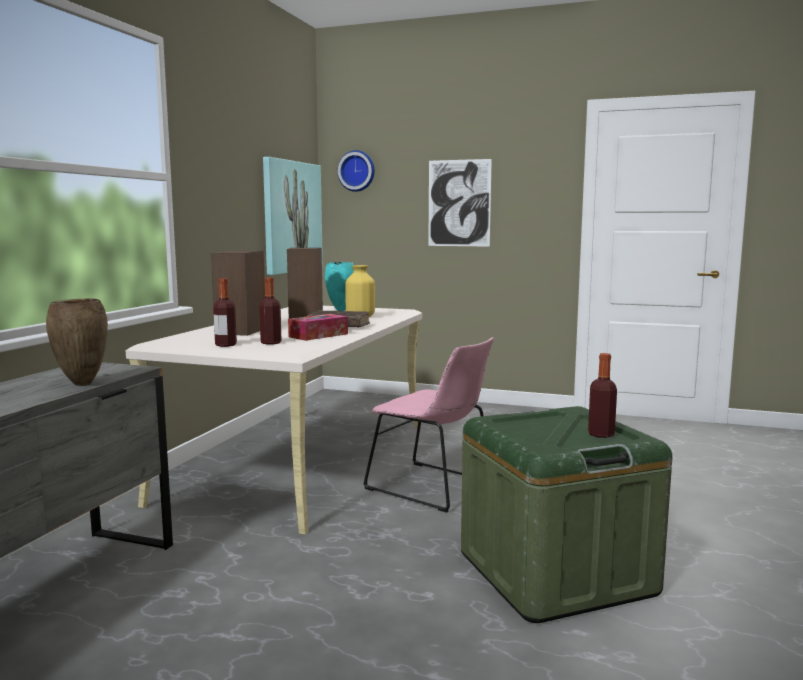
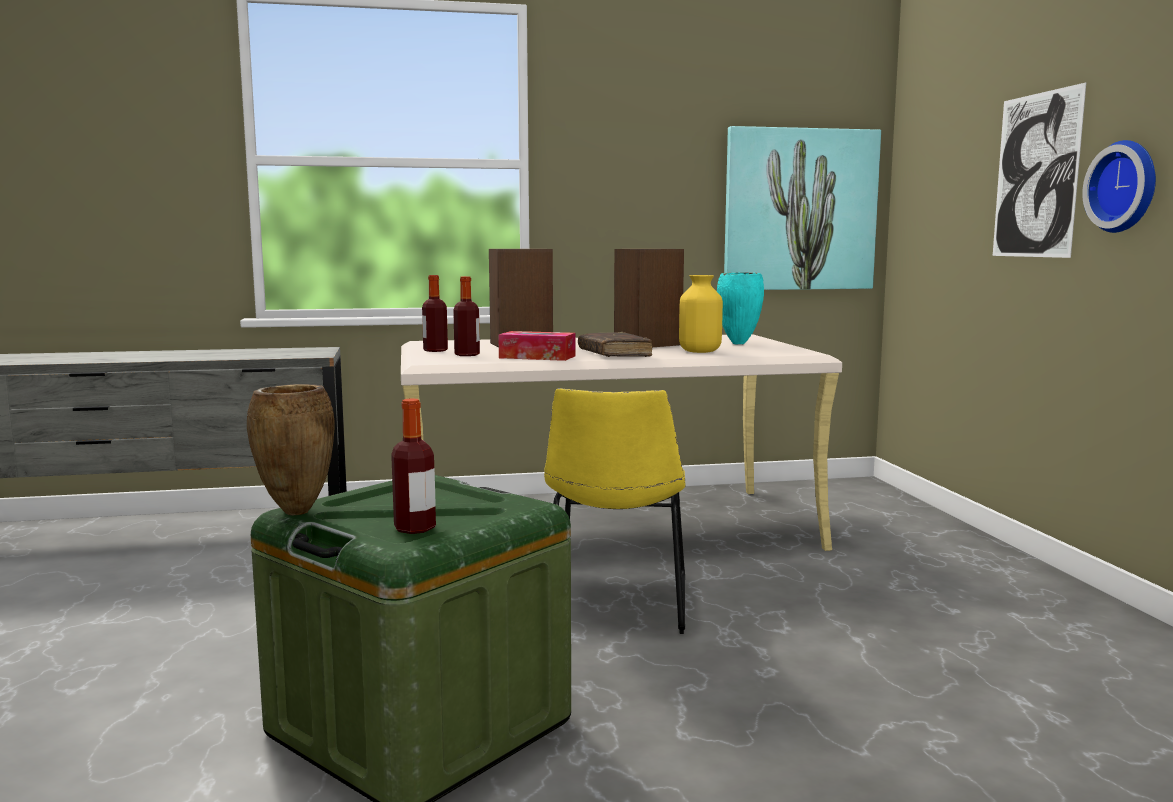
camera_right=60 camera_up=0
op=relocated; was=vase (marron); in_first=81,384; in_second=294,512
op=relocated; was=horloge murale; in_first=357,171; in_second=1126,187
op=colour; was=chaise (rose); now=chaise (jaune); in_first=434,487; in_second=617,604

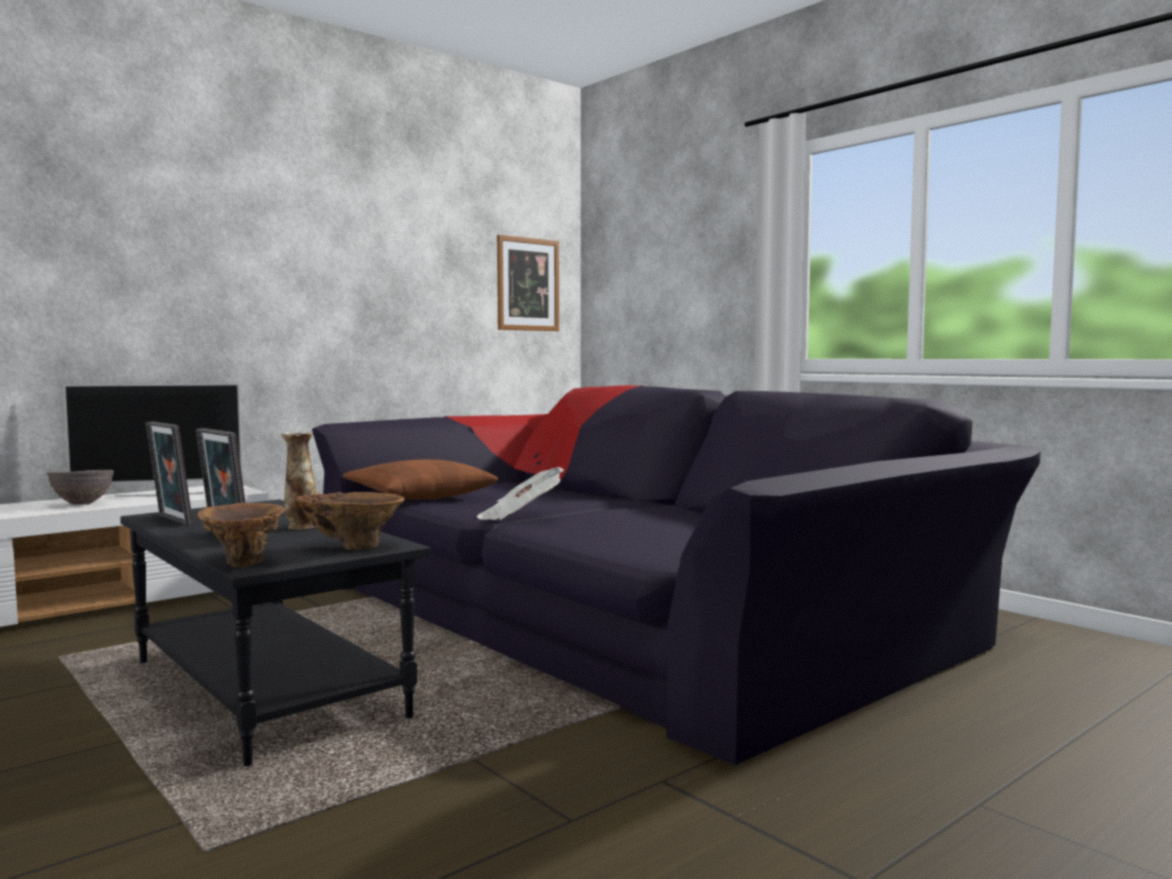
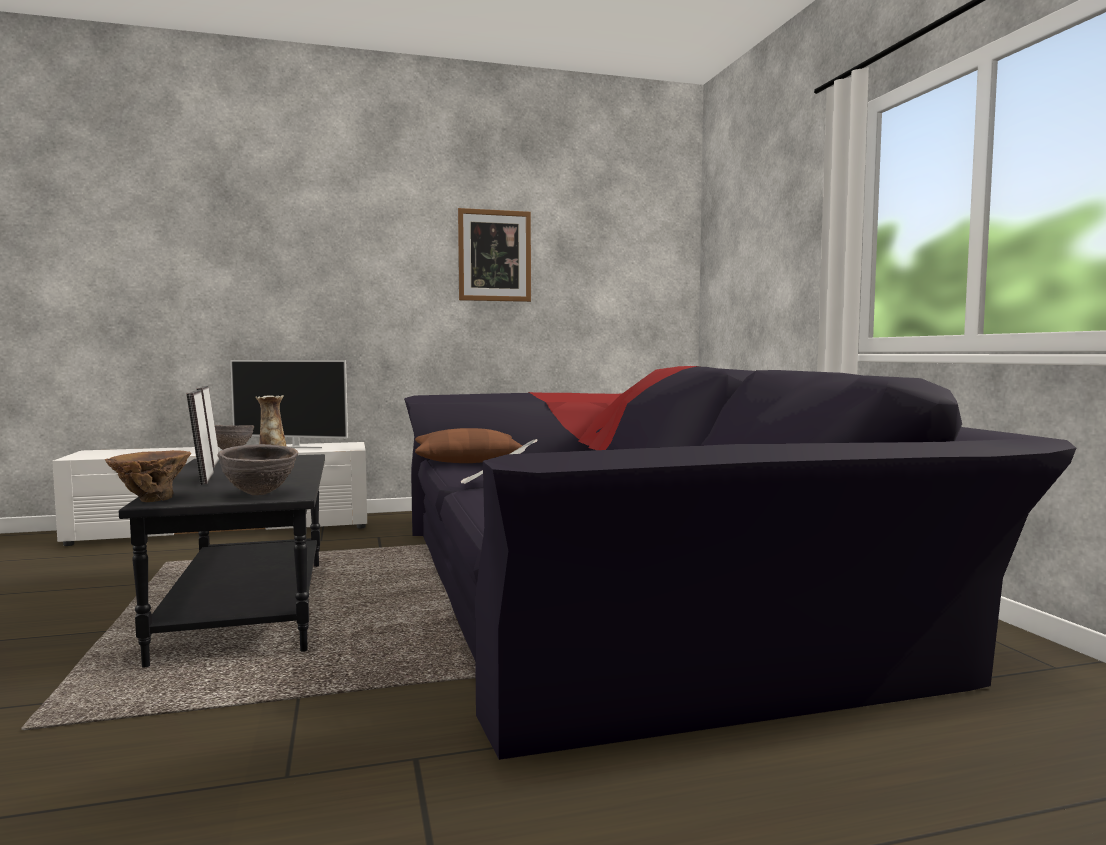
camera_right=25 camera_up=0
op=exchanged; was=vase (marron); now=bol (marron); in_first=351,546; in_second=259,494
op=relocated; was=tableau; in_first=528,284; in_second=494,256

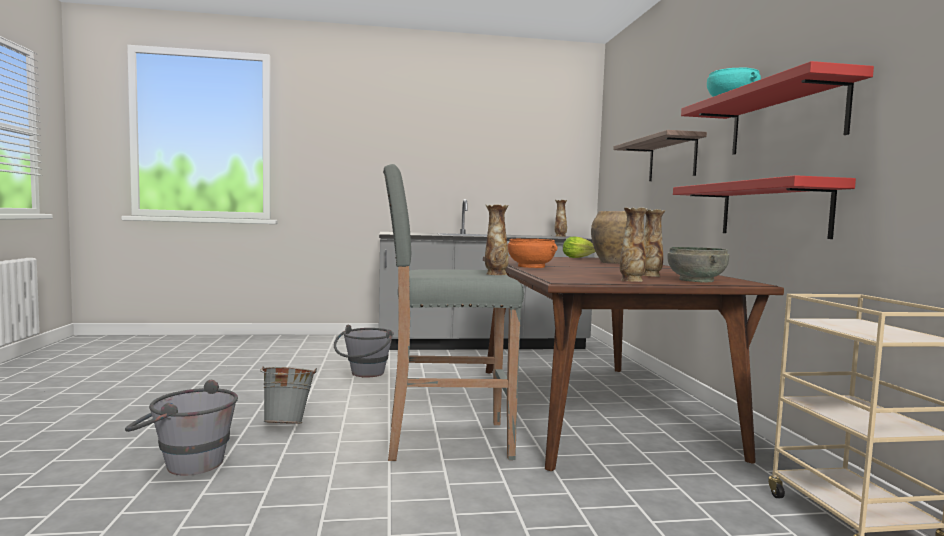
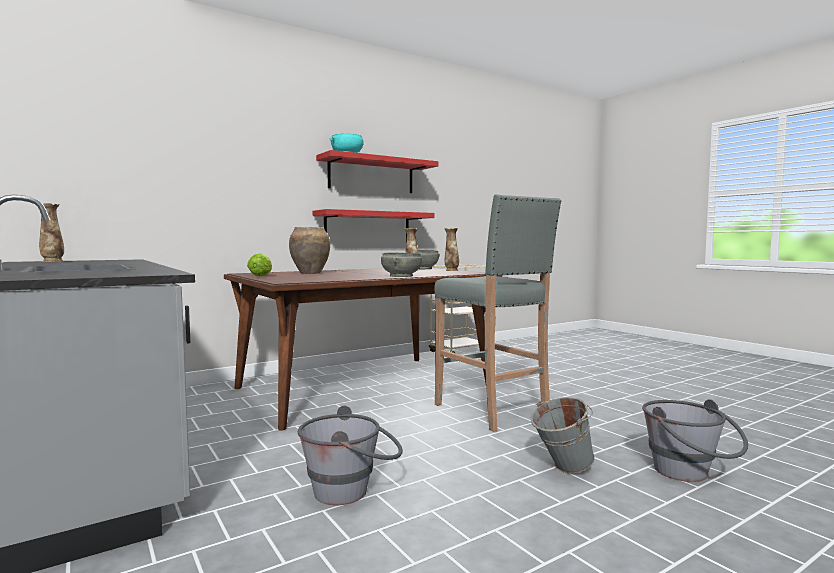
camera_right=-115 camera_up=0
op=missing; was=vase; in_first=495,274
op=colour; was=bol (orange); now=bol (gris); in_first=531,266; in_second=400,276
op=missing; was=étagère; in_first=672,159

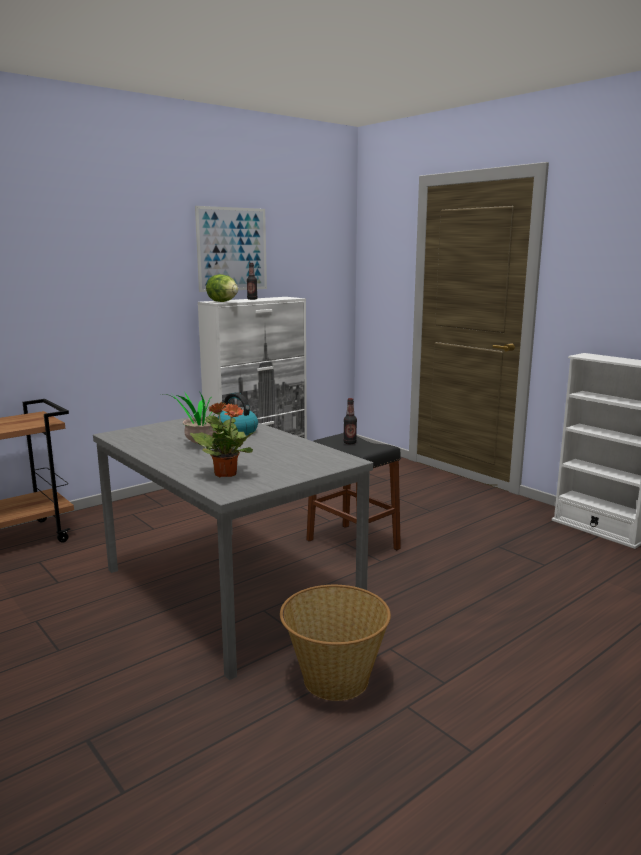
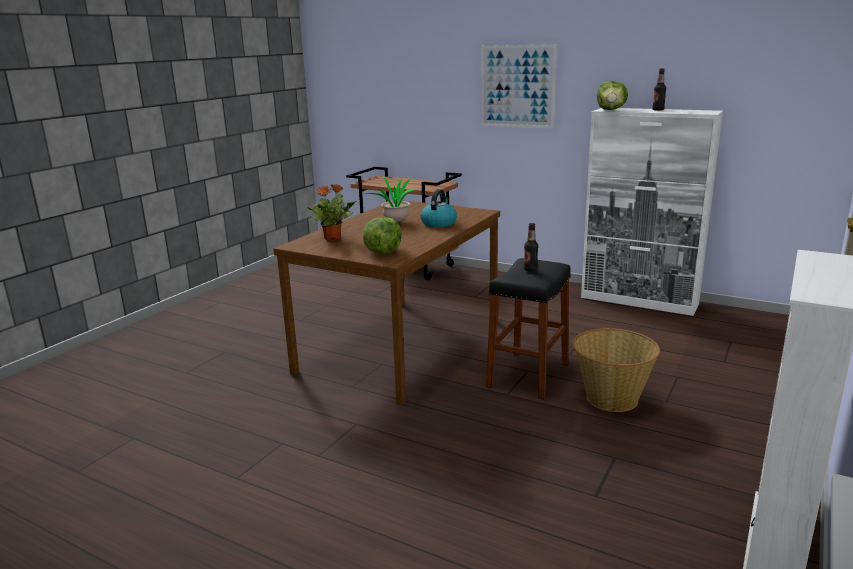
camera_right=70 camera_up=5
op=colour; was=table à manger (gris); now=table à manger (marron); in_first=231,591; in_second=401,346
op=relocated; was=tableau; in_first=232,249; in_second=517,86
op=relocated; was=panier; in_first=334,679; in_second=611,398
op=appeared; now=laitue; in_second=383,252

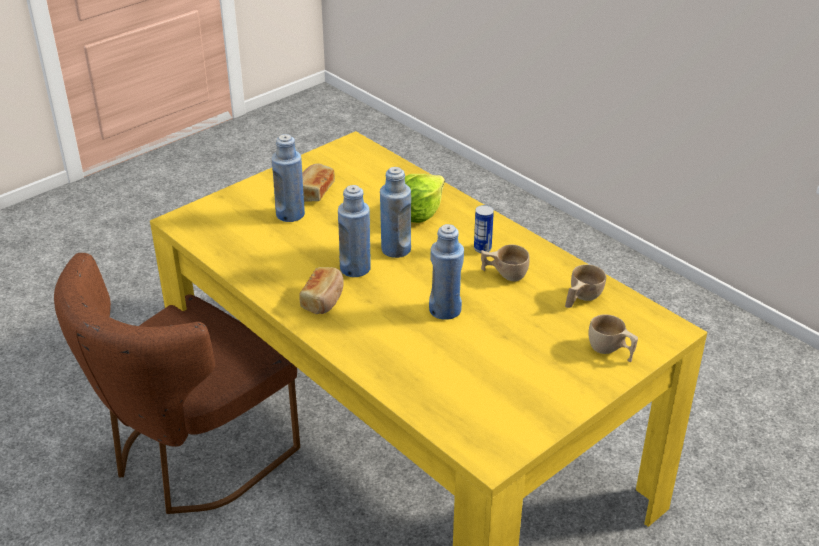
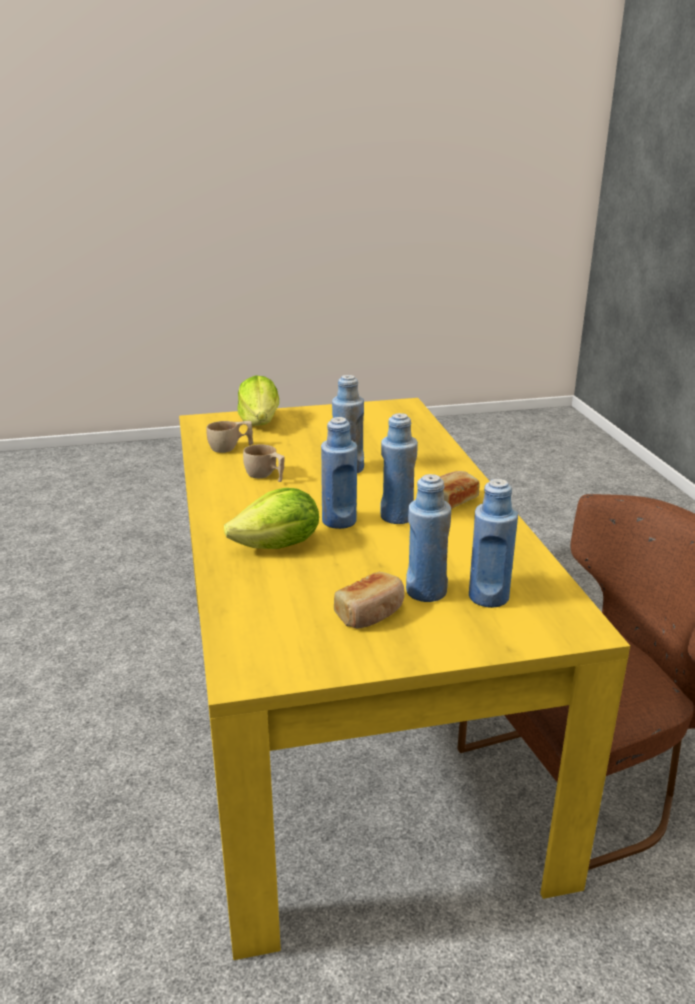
camera_right=-150 camera_up=-10
op=missing; was=boîte métallique; in_first=482,248
op=exchanged; was=tasse (beige); now=laitue; in_first=610,351; in_second=260,422
op=appeared; now=bouteille (bleu); in_second=488,597

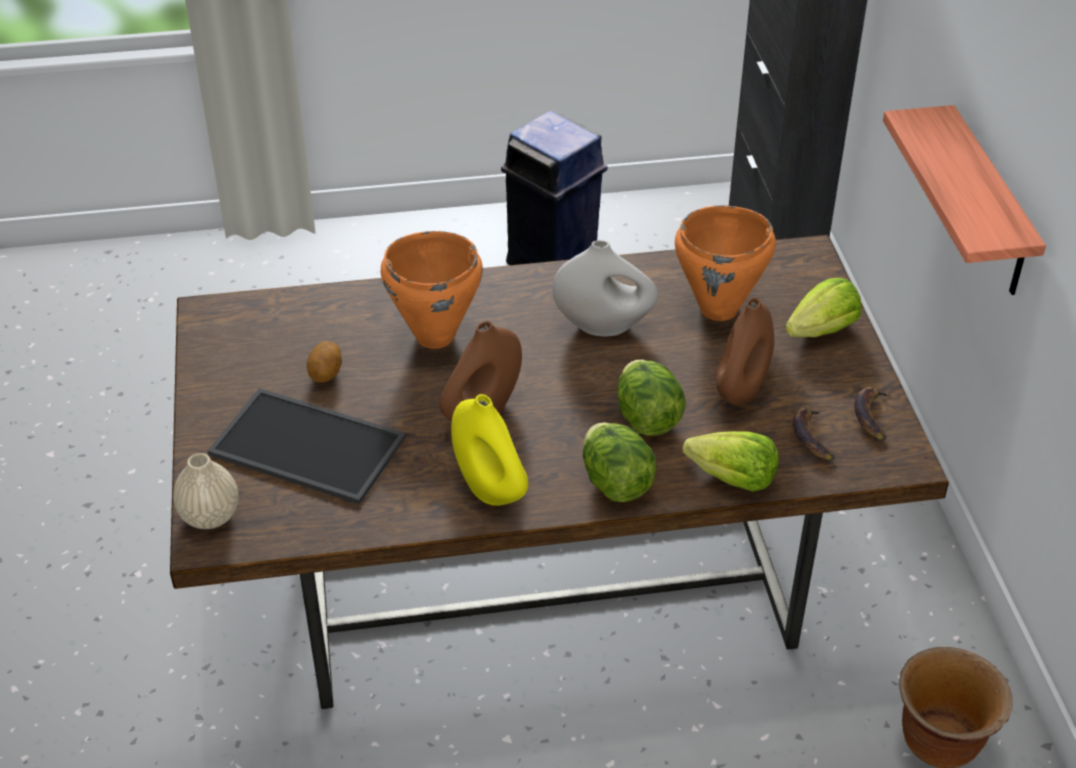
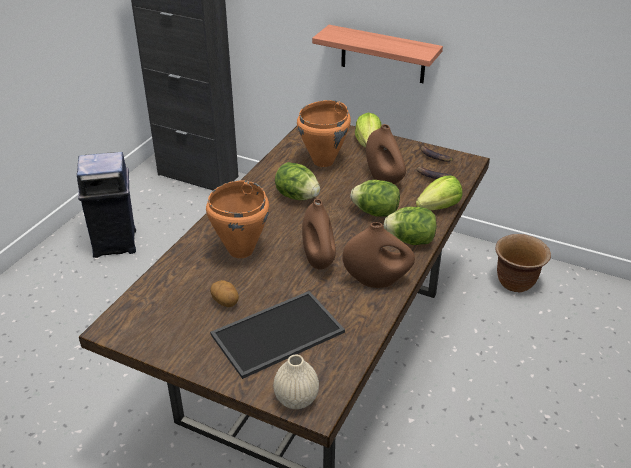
camera_right=-55 camera_up=-5
op=colour; was=vase (jaune); now=vase (marron); in_first=490,488; in_second=377,281
op=exchanged; was=vase (blanc); now=laitue; in_first=603,326; in_second=297,196

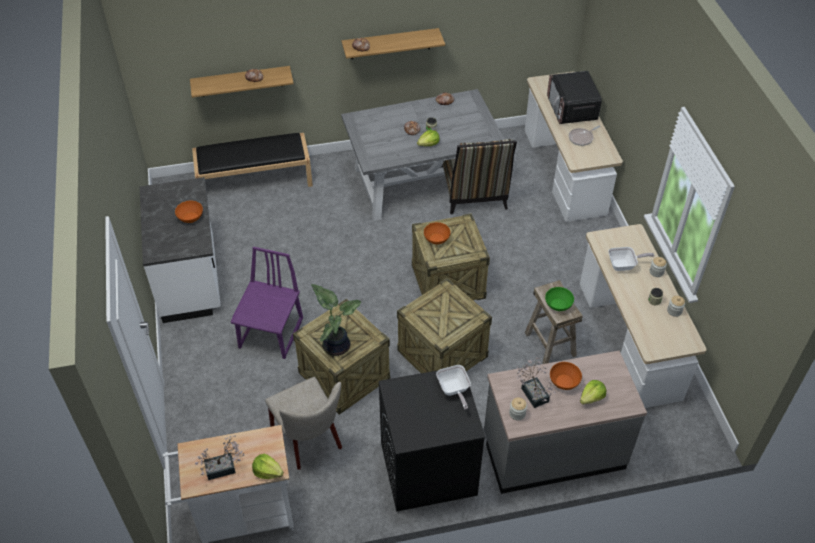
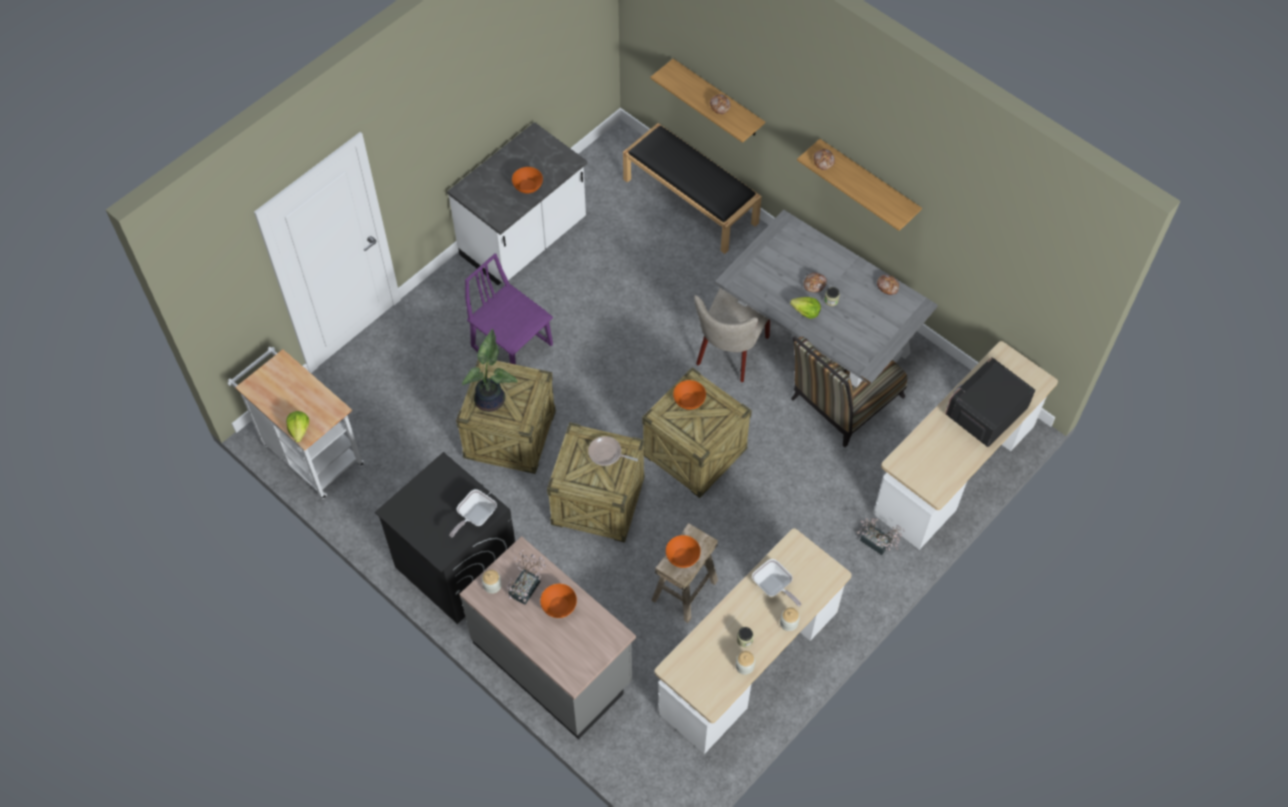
camera_right=55 camera_up=10
op=relocated; was=plante en pot; in_first=224,468; in_second=878,544
op=spun; was=chaise (violet); in_first=272,333; in_second=512,345; clockwise=-120
op=relocated; was=chaise (beige); in_first=309,440; in_second=729,353
op=colour; was=bol (vert); now=bol (orange); in_first=558,304; in_second=682,556
op=relocated; was=poêle; in_first=582,138; in_second=607,453
op=missing; was=laitue; in_first=591,397

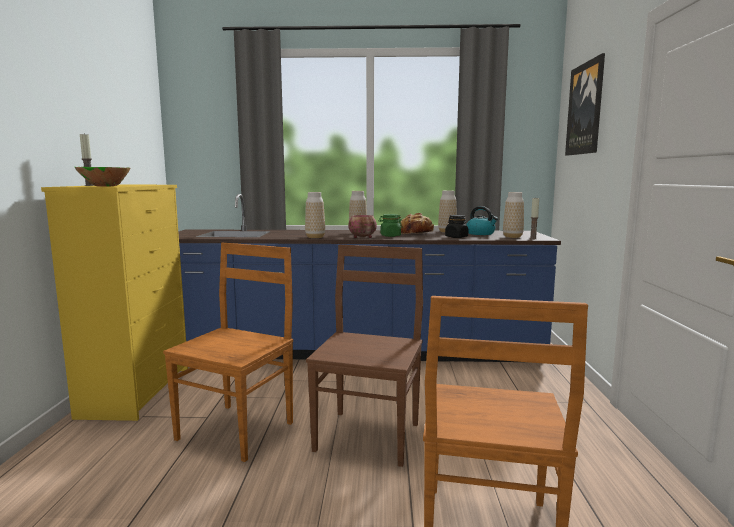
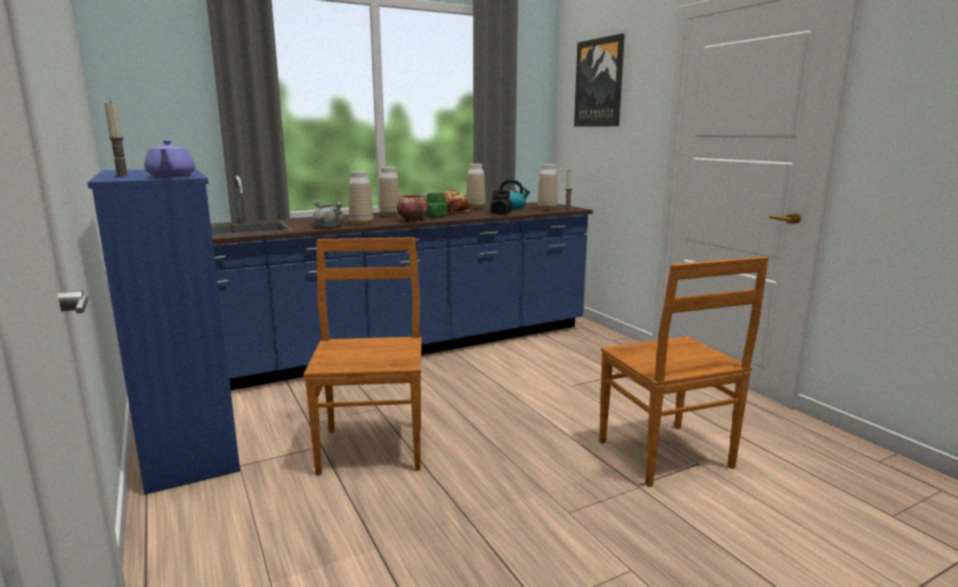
camera_right=-30 camera_up=5
op=colour; was=commode (jaune); now=commode (bleu); in_first=138,391; in_second=190,444
op=exchanged; was=bol (vert); now=théière (violet); in_first=105,186; in_second=171,176
op=missing; was=chaise (marron); in_first=368,435
op=appeared; now=marmite (gris); in_second=328,226

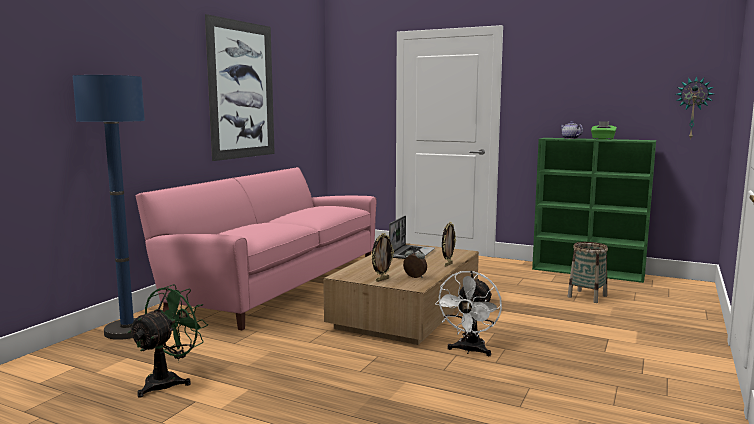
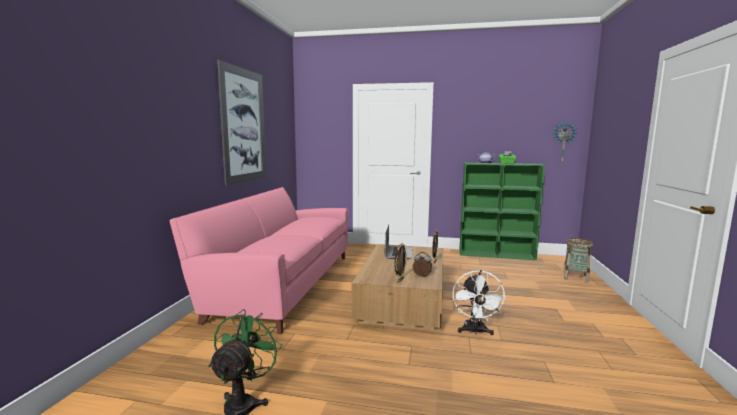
camera_right=-15 camera_up=0
op=missing; was=lampadaire (bleu); in_first=127,331
op=relocated; was=panier; in_first=587,296; in_second=575,277

